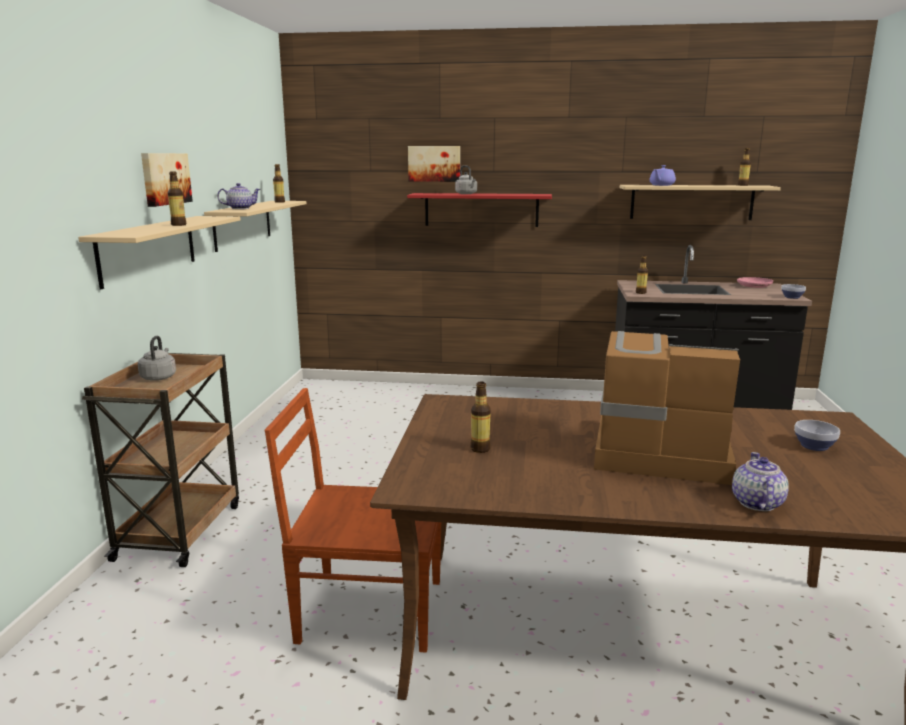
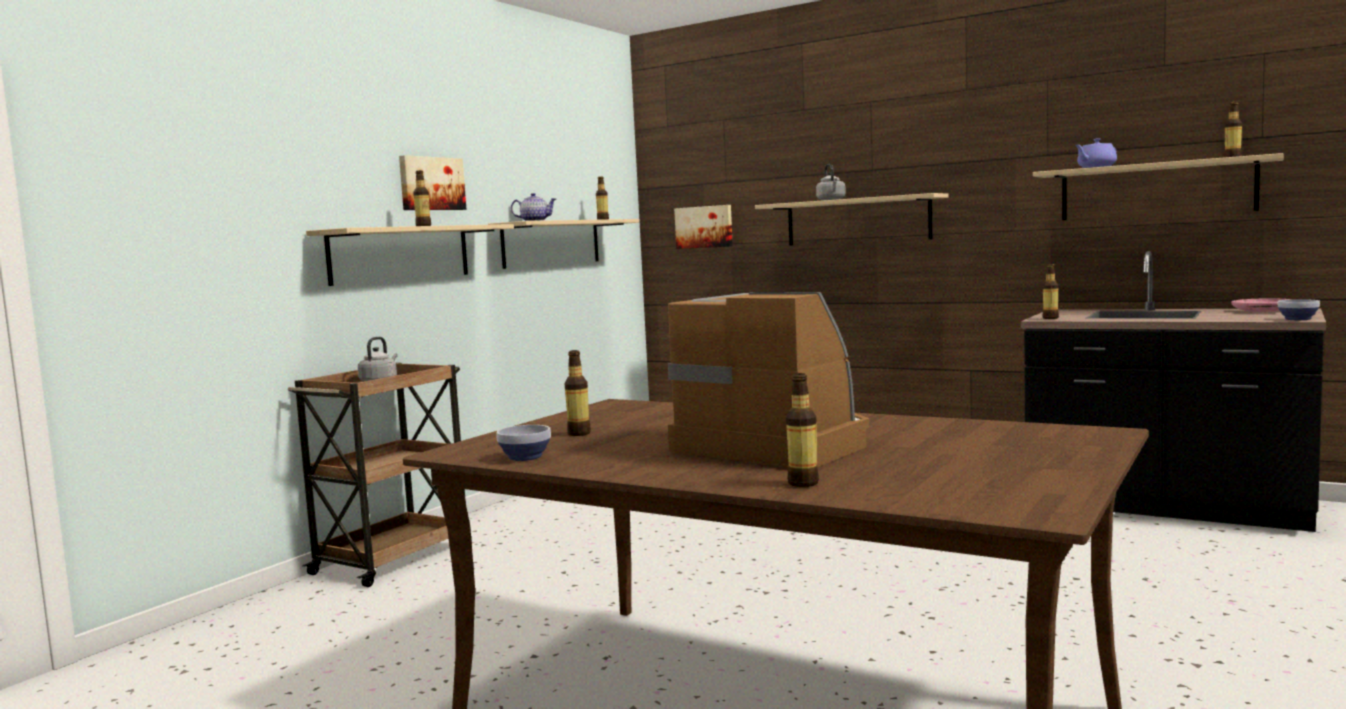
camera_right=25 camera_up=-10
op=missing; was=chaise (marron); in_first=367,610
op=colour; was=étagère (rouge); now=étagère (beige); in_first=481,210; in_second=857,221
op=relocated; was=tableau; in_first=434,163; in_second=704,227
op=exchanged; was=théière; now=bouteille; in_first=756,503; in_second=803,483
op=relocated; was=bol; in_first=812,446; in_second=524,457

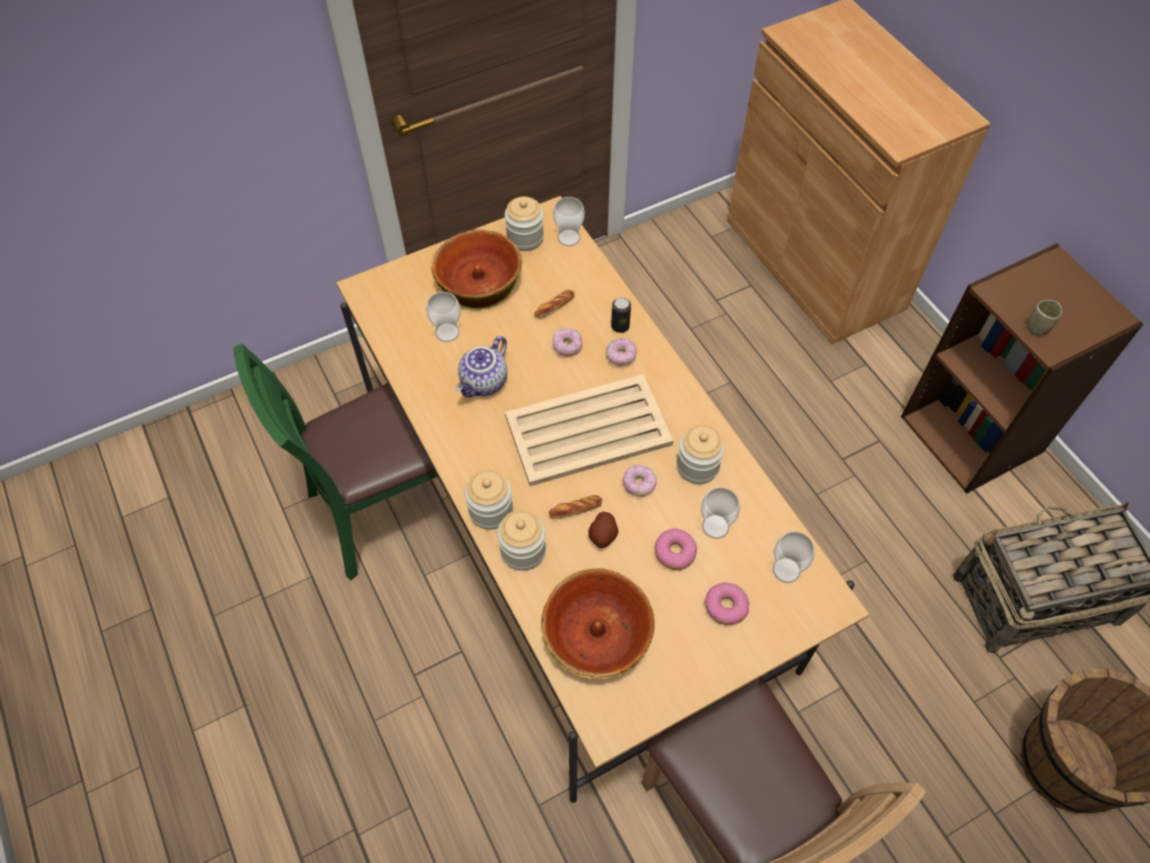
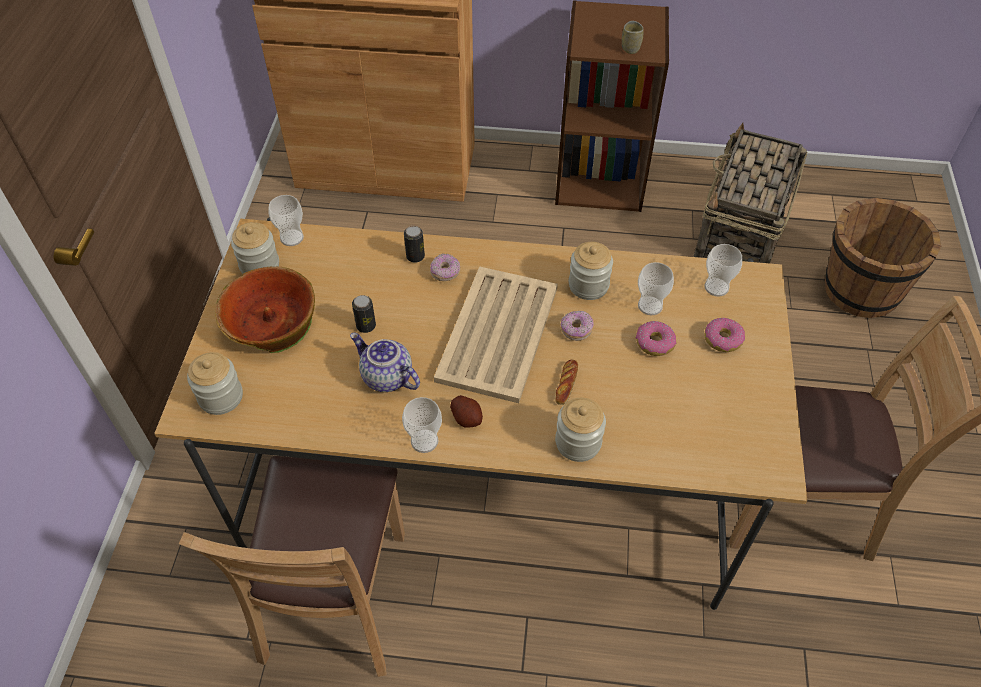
camera_right=-55 camera_up=-5
op=colour; was=chaise (vert); now=chaise (marron); in_first=386,507; in_second=336,599
op=relocated; was=tasse; in_first=447,332; in_second=424,441
op=spun; was=théière; in_first=485,383; in_second=386,378; clockwise=150
op=relocated; was=bocal; in_first=491,510; in_second=221,397
op=missing; was=pain; in_first=554,306
op=missing; was=bol; in_first=597,633
op=missing; was=beignet; in_first=567,346
op=relocated; was=pomme de terre; in_first=603,535; in_second=467,418
op=appeared; now=boîte métallique; in_second=366,326

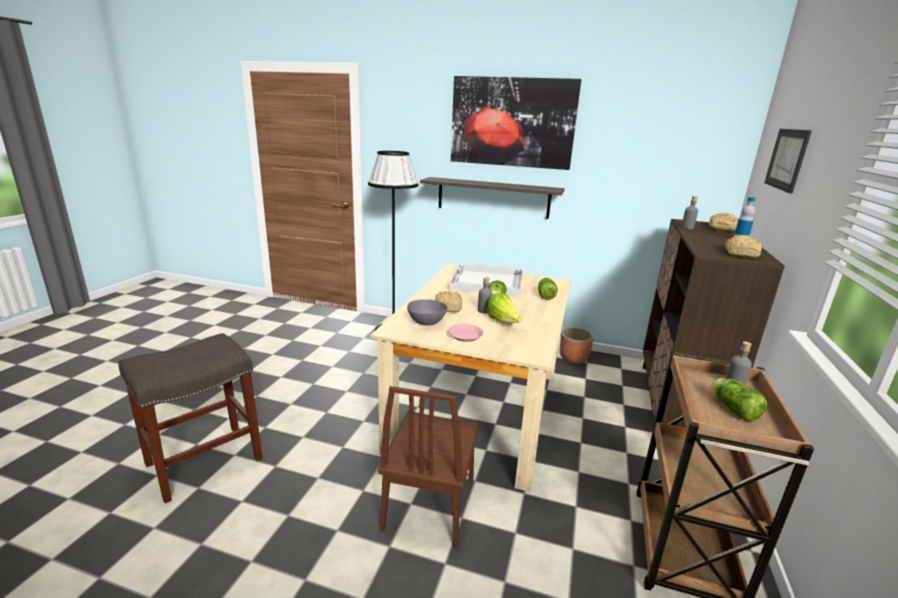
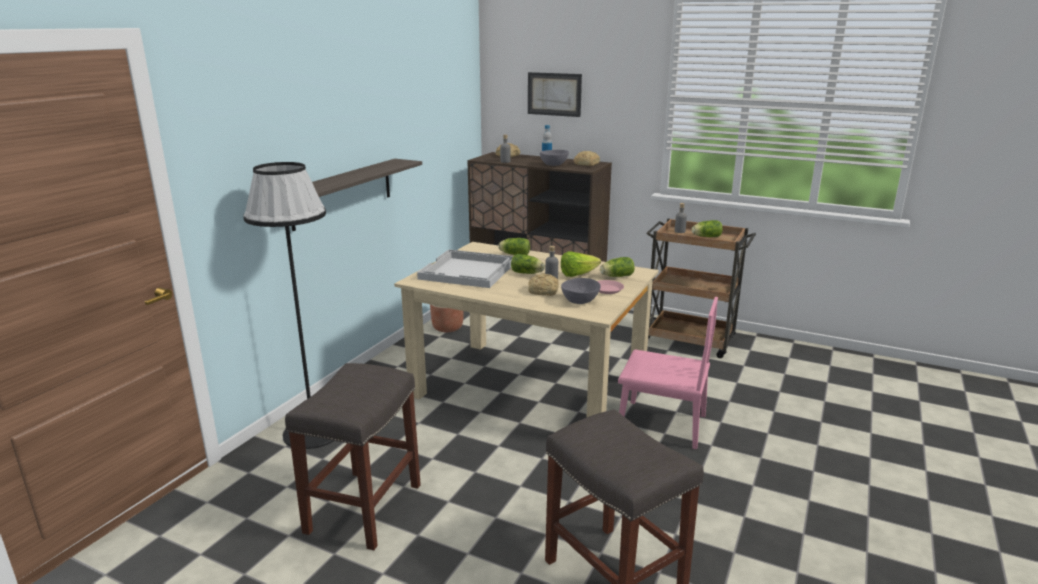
camera_right=-80 camera_up=0
op=colour; was=chaise (marron); now=chaise (rose); in_first=429,502; in_second=661,424
op=missing; was=tableau; in_first=512,122
op=appeared; now=tabouret (gris); in_second=364,507
op=appeared; now=bol (gris); in_second=554,165
op=appeared; now=laitue; in_second=616,276

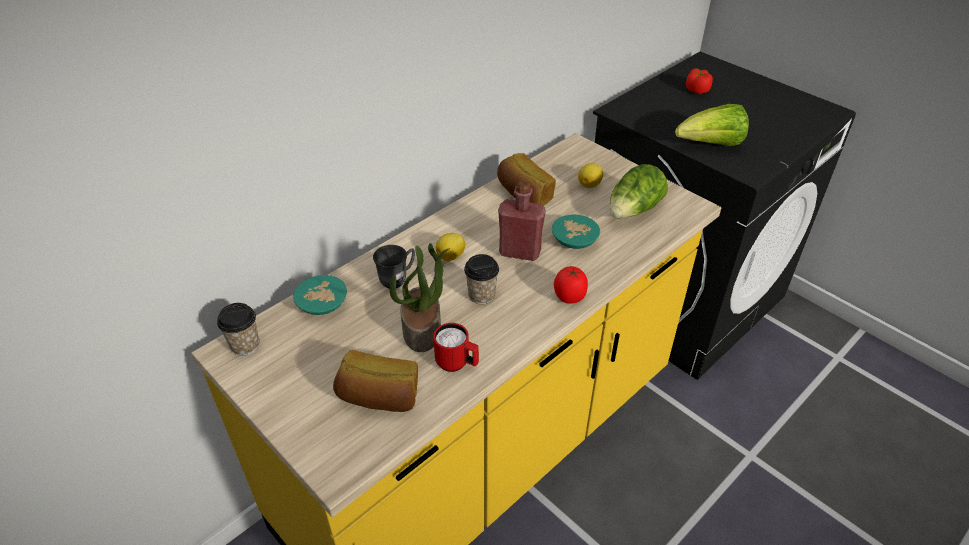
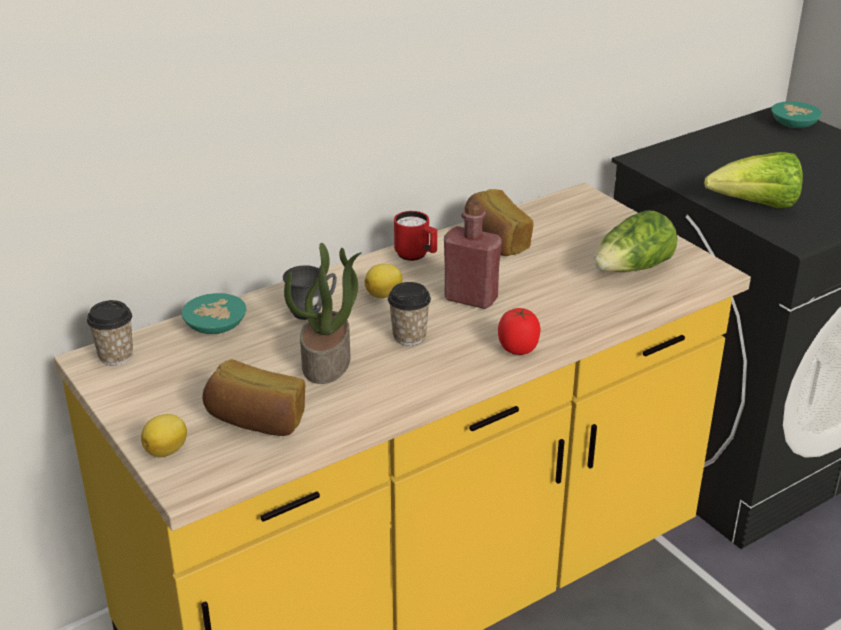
camera_right=10 camera_up=-10
op=relocated; was=mug (rouge); in_first=457,364; in_second=416,256
op=relocated; was=bol (turquoise); in_first=573,240; in_second=792,124
op=relocated; was=citron; in_first=590,185; in_second=167,450
op=missing; was=tomate; in_first=697,90

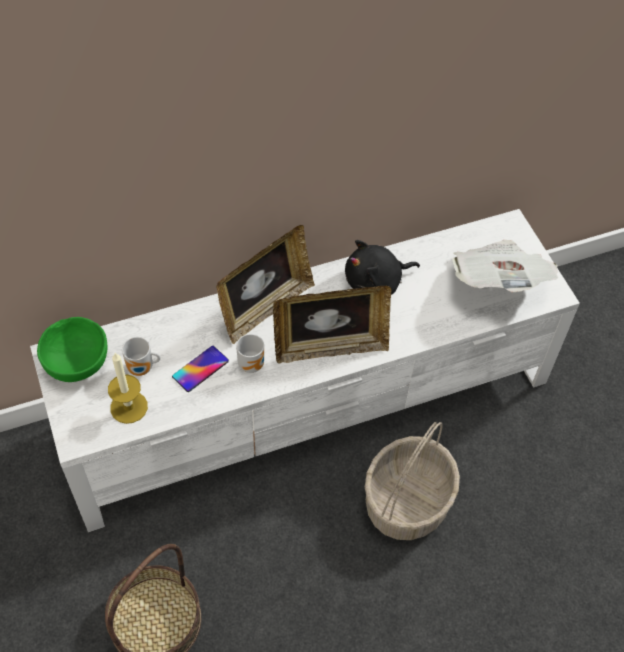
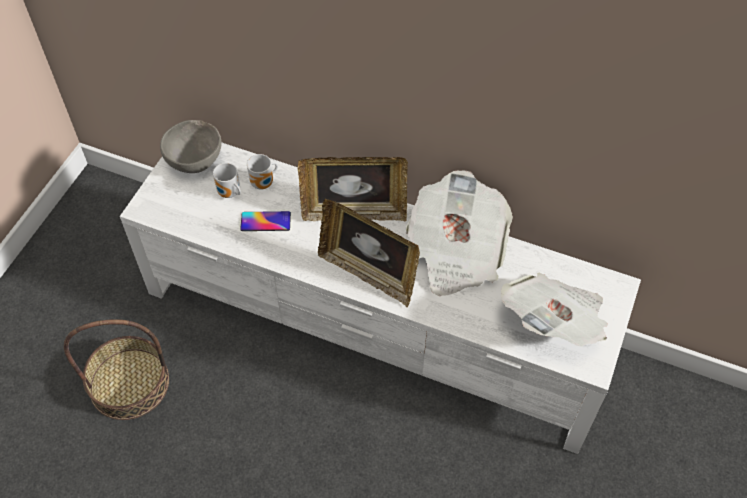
camera_right=45 camera_up=0
op=colour; was=bol (vert); now=bol (gris); in_first=79,364; in_second=196,162
op=missing; was=bougie; in_first=129,407
op=relocated; was=mug; in_first=253,363; in_second=264,184
op=exchanged; was=peluche (noir); now=journal; in_first=376,282; in_second=455,252
op=missing; was=panier; in_first=407,501

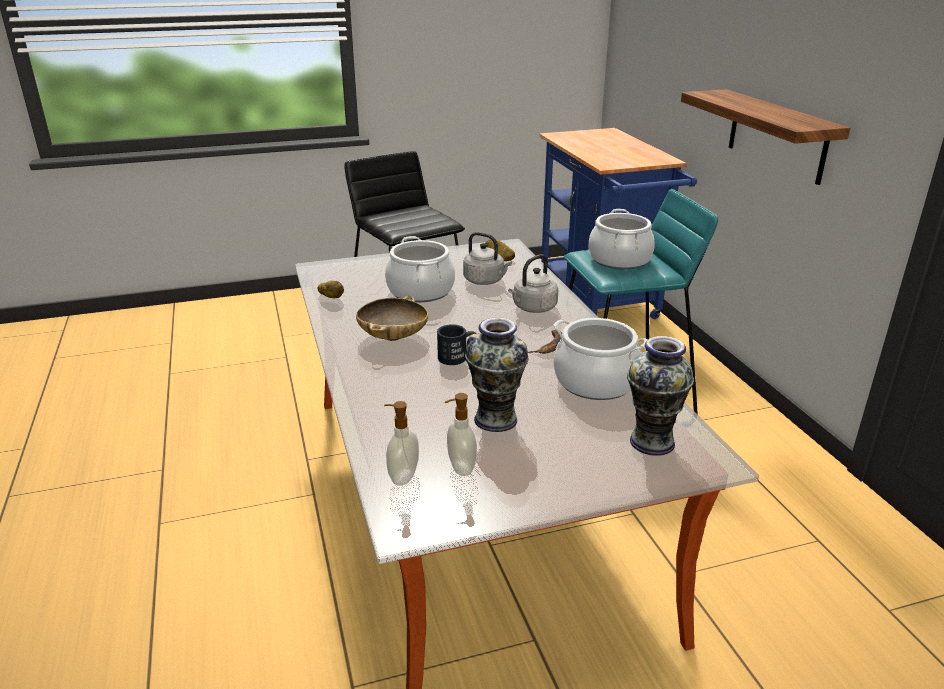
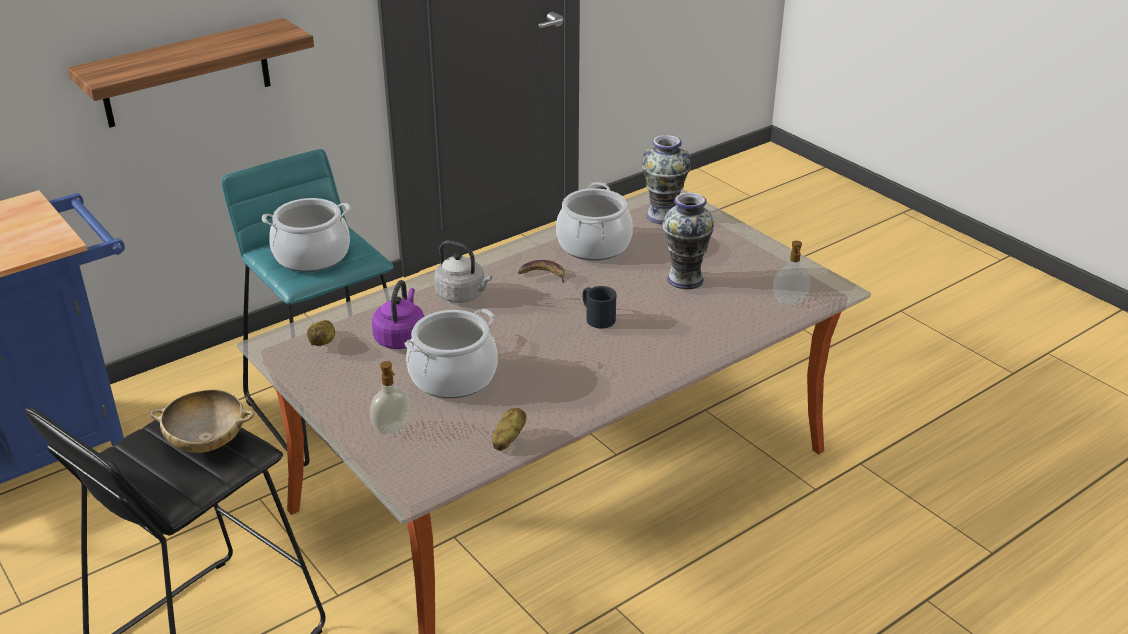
camera_right=-110 camera_up=5
op=relocated; was=bol (beige); in_first=393,337; in_second=207,441
op=relocated; was=distributeur de savon; in_first=460,468; in_second=393,429
op=colour; was=bouilloire (gris); now=bouilloire (violet); in_first=485,281; in_second=401,338

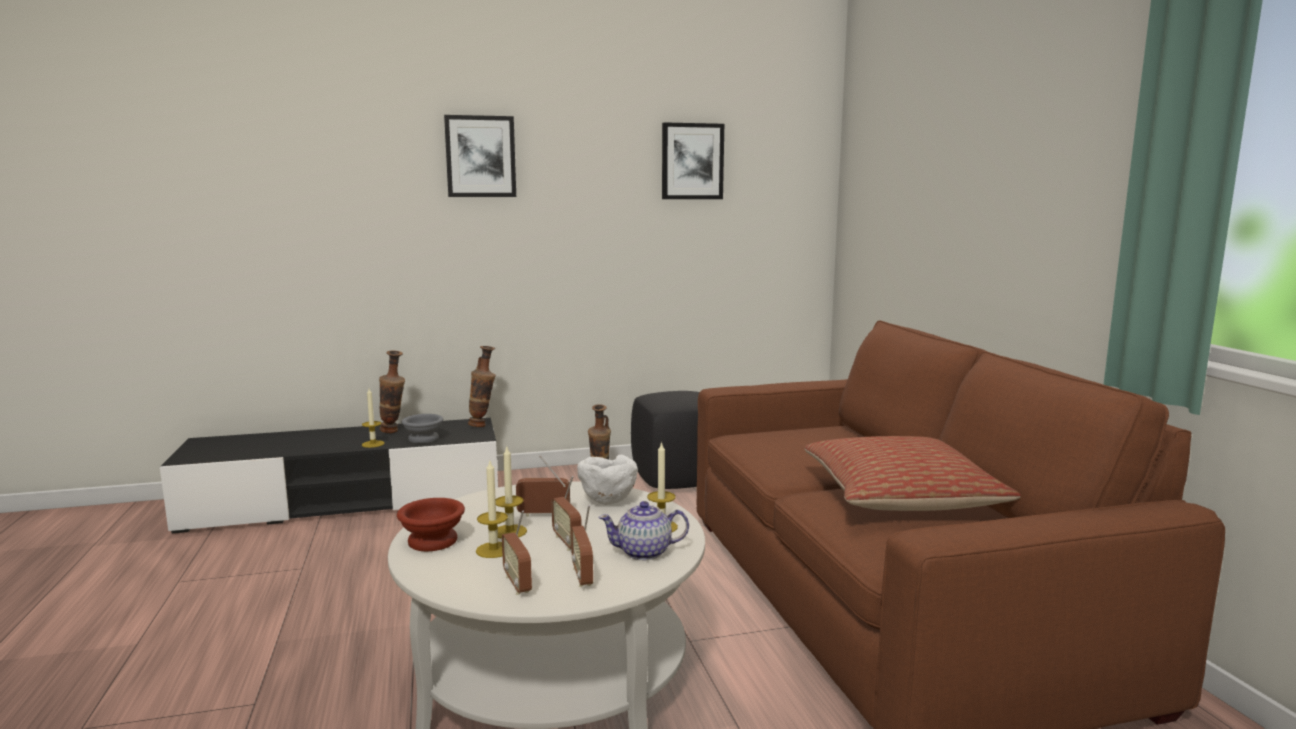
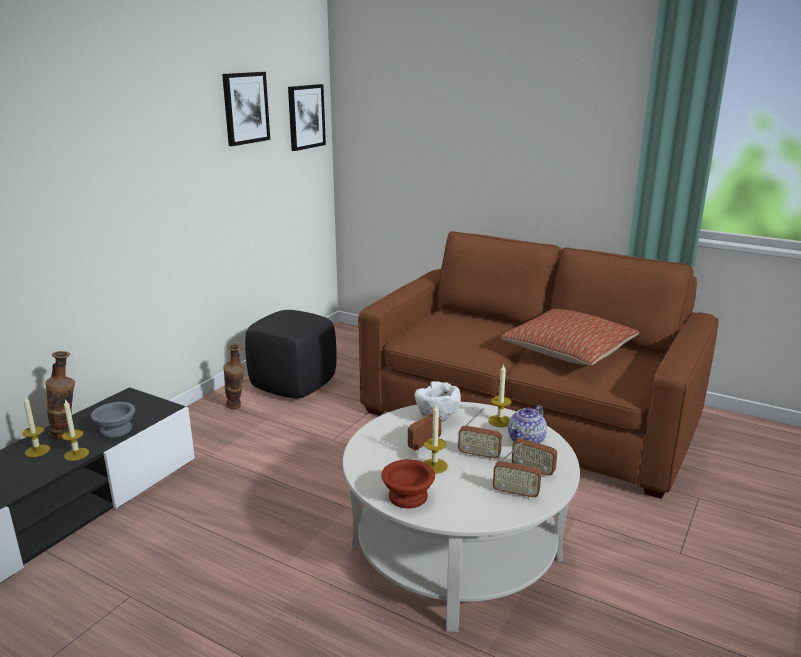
camera_right=-45 camera_up=10
op=relocated; was=tableau; in_first=480,156; in_second=305,117
op=missing; was=vase; in_first=483,425
op=relocated; was=bougie; in_first=493,550; in_second=37,451

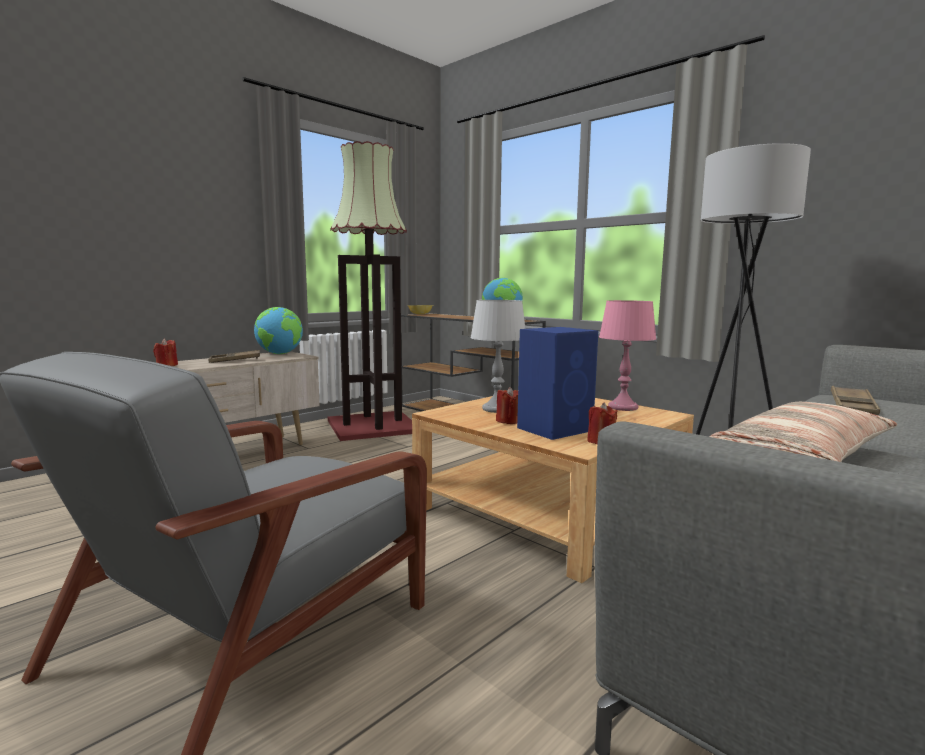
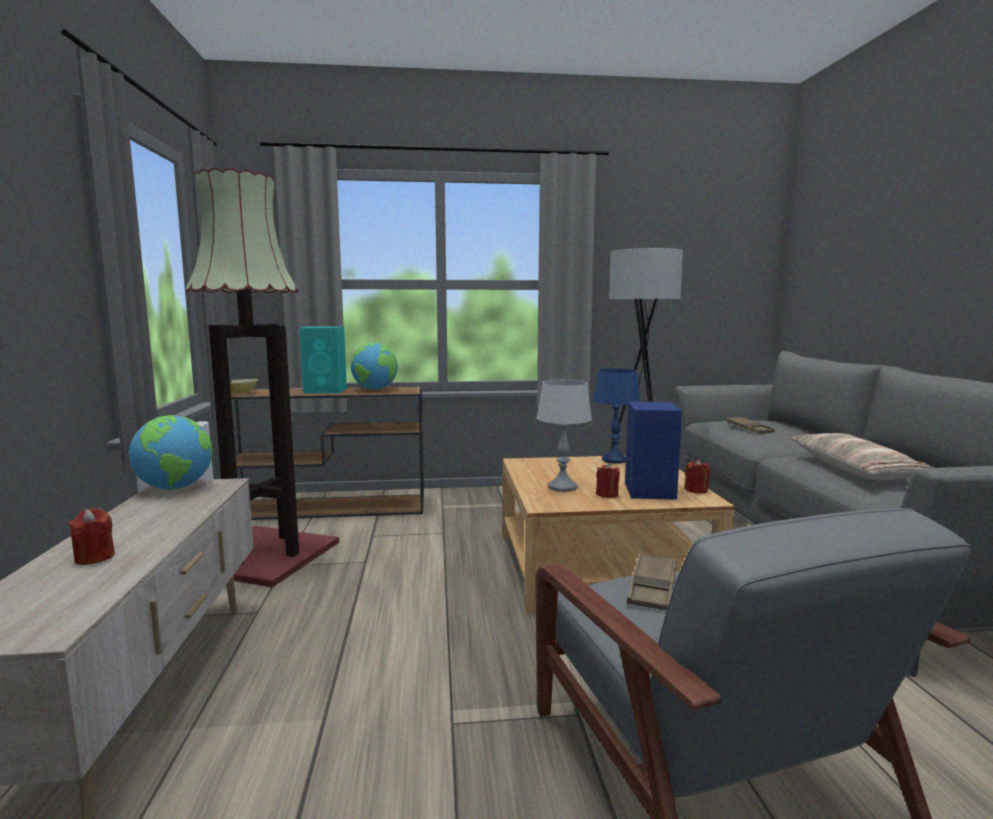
camera_right=-50 camera_up=0
op=relocated; was=plateau (marron); in_first=235,360; in_second=652,588
op=colour; was=lampe de table (rose); now=lampe de table (bleu); in_first=622,407; in_second=614,460
op=appeared; now=enceinte (turquoise); in_second=326,390

